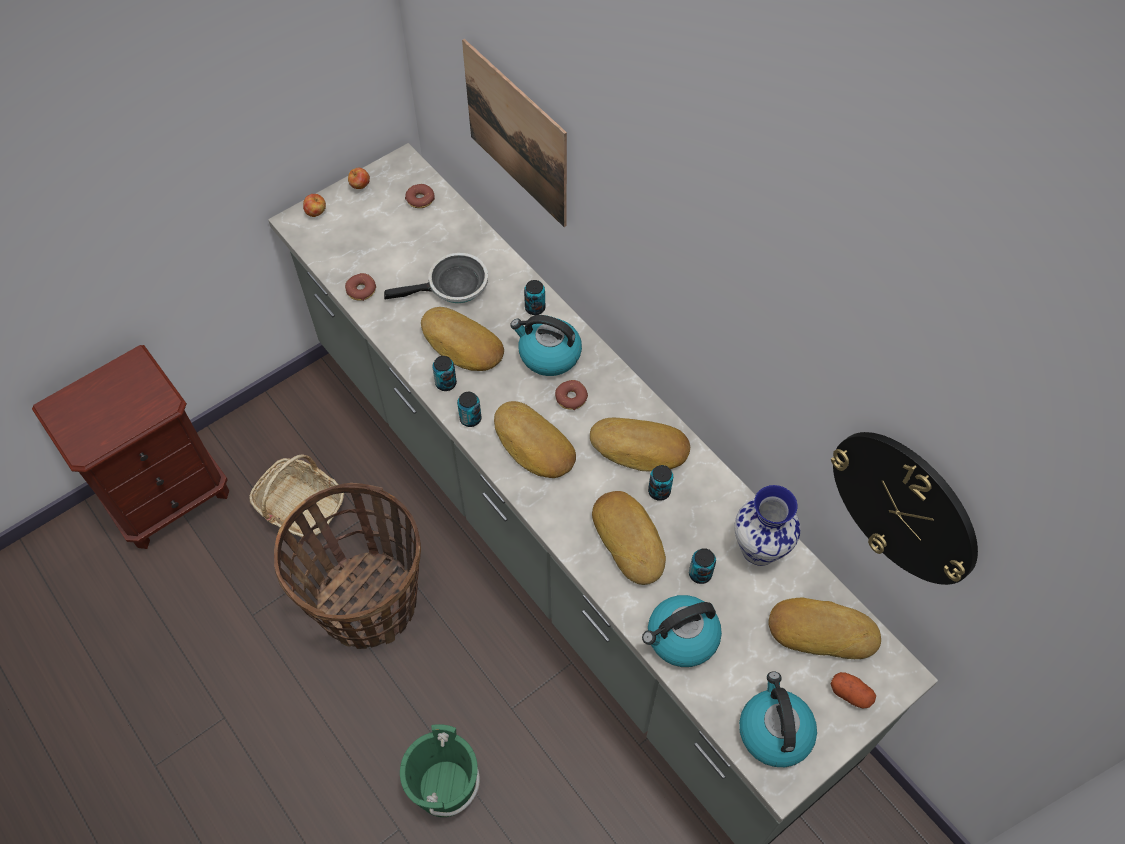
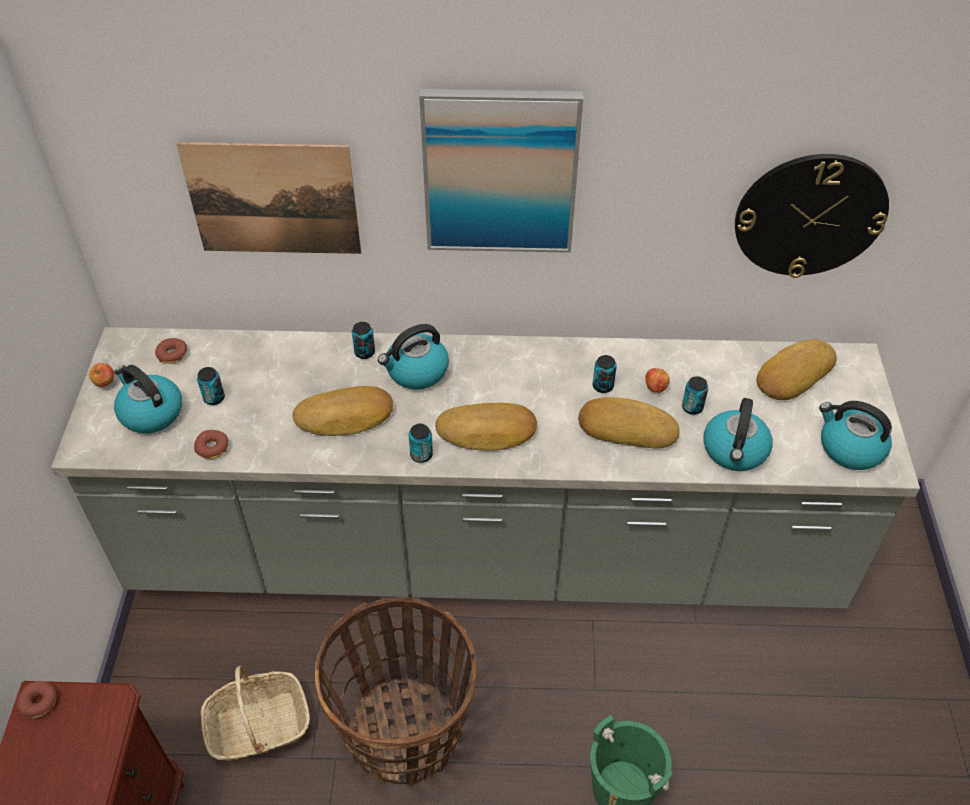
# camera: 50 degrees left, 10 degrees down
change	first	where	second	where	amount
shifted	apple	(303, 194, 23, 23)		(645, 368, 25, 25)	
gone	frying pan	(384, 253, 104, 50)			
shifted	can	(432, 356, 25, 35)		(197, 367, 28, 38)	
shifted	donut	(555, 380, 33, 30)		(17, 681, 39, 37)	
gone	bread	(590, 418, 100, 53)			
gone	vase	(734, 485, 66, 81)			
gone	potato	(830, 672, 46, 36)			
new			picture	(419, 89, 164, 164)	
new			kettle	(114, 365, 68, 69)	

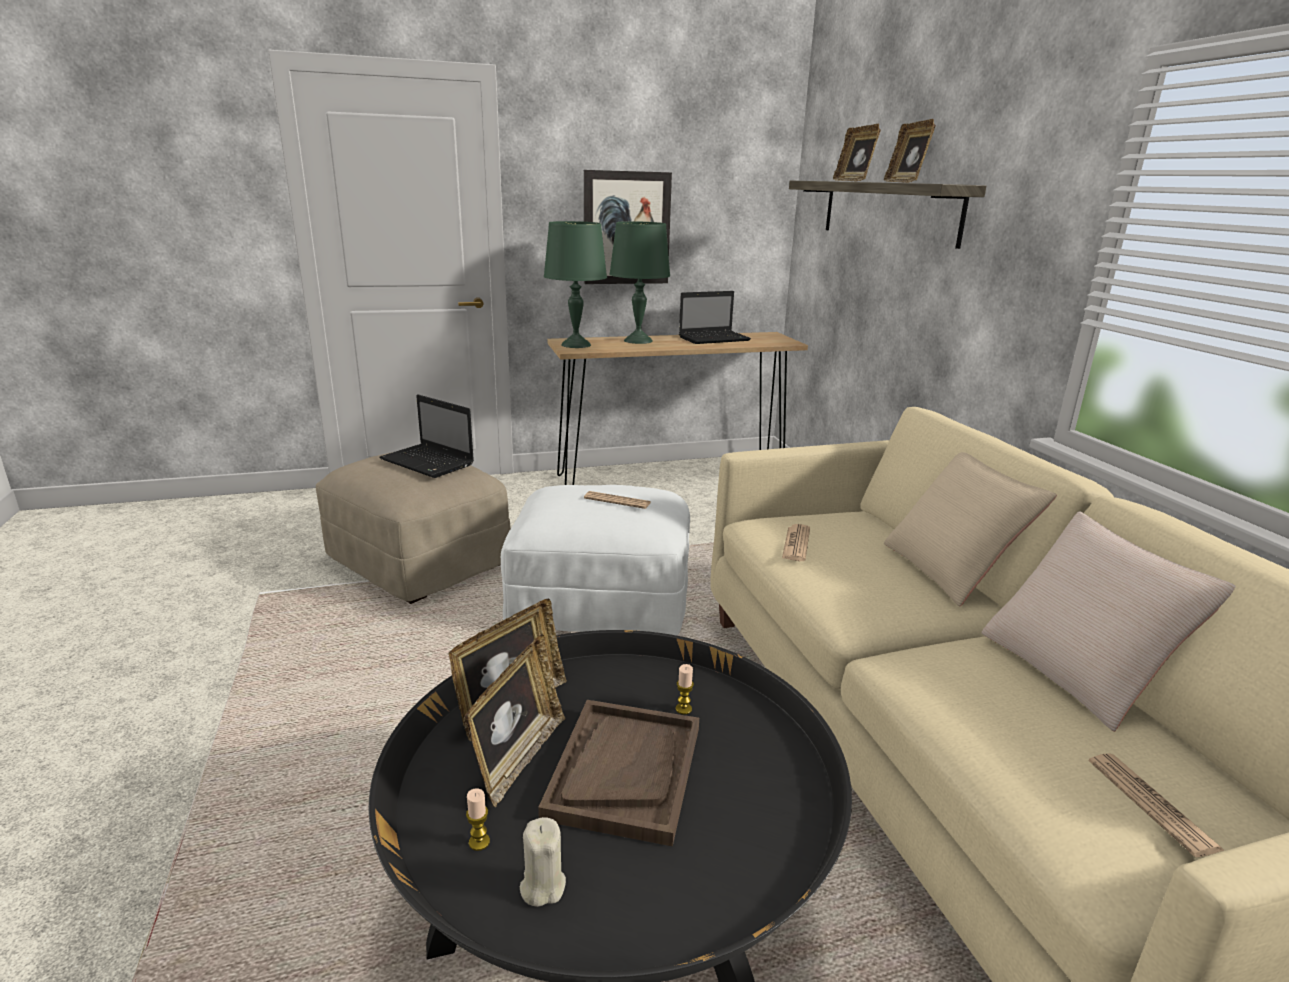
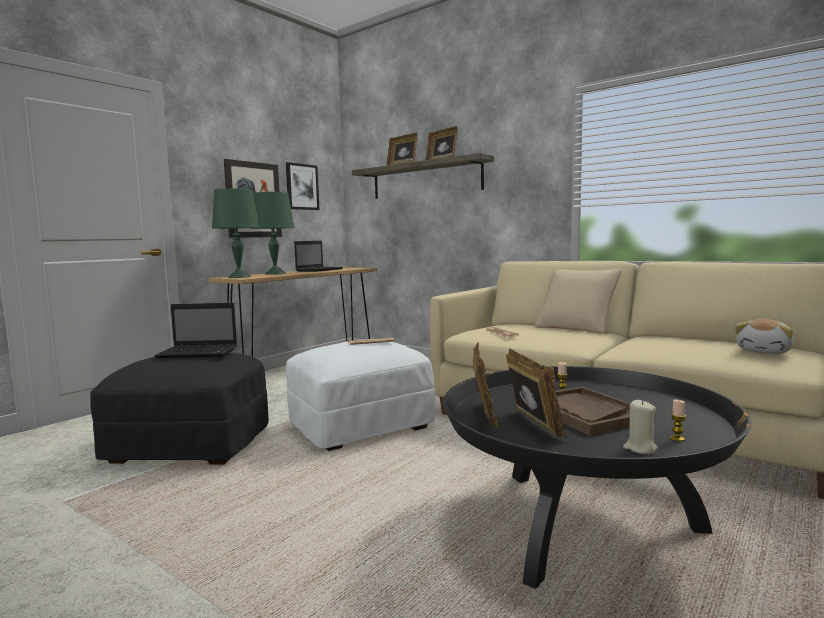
# camera: 35 degrees left, 15 degrees down
change	first	where	second	where	amount
repainted	beige ottoman	(316, 452, 195, 152)	black ottoman	(90, 353, 179, 112)	
gone	beige pillow	(982, 511, 253, 221)			
swapped	newspaper	(1089, 753, 136, 104)	plush toy	(735, 319, 59, 35)	
shifted	candle	(466, 788, 24, 63)		(670, 399, 16, 42)	
new			picture	(286, 162, 34, 48)	

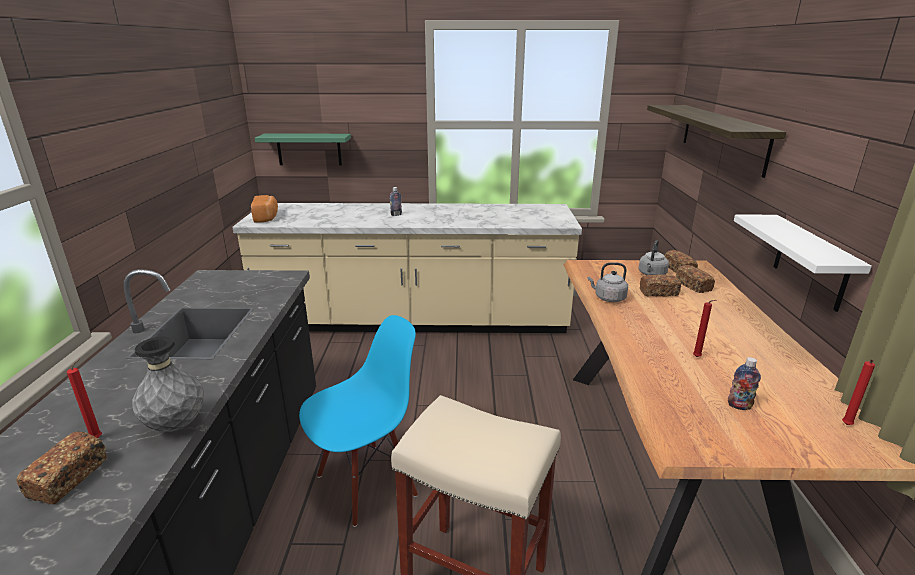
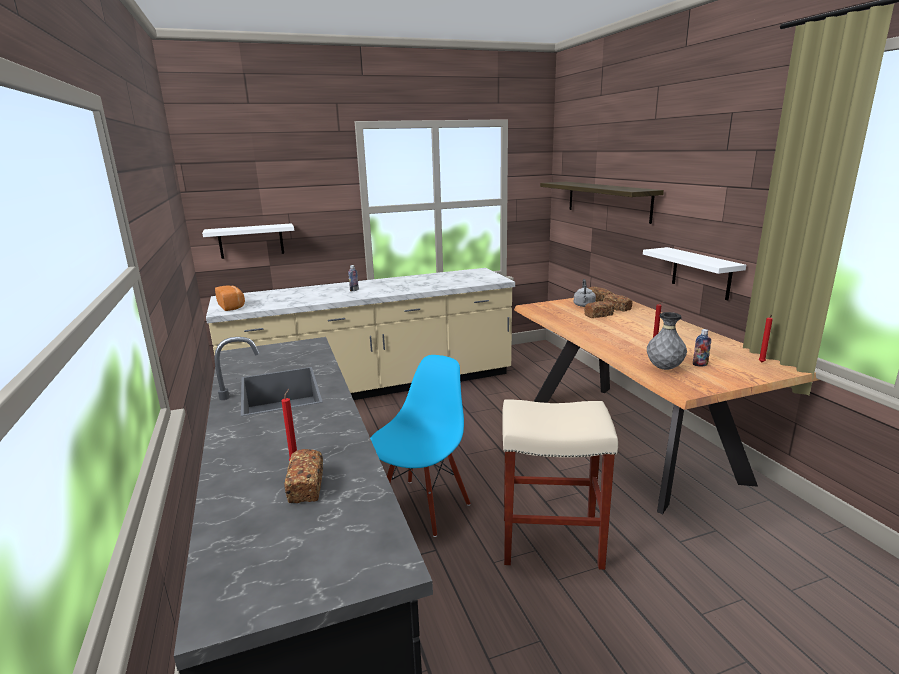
# camera: 20 degrees left, 5 degrees down
change	first	where	second	where	amount
repainted	green shelf	(255, 133, 96, 32)	white shelf	(202, 223, 92, 36)	
gone	grey kettle	(588, 262, 40, 40)			
shifted	grey vase	(132, 337, 72, 95)		(647, 312, 40, 58)	

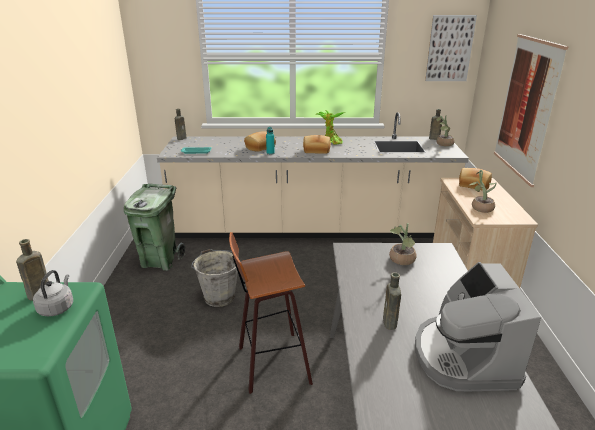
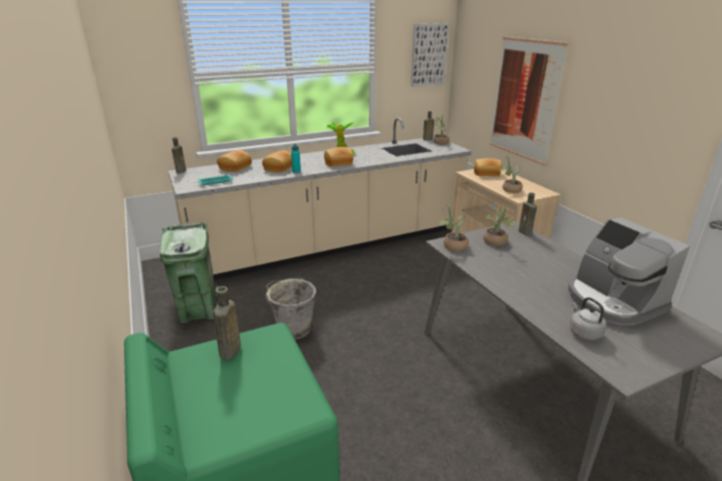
# camera: 25 degrees left, 0 degrees up
change	first	where	second	where	amount
gone	stool	(229, 232, 84, 162)			
shifted	grey kettle	(33, 270, 40, 46)		(570, 297, 36, 43)	
shifted	brown bottle	(383, 272, 18, 58)		(519, 193, 18, 43)	
new			bread	(217, 150, 34, 22)	
new			potted plant	(438, 204, 31, 47)	

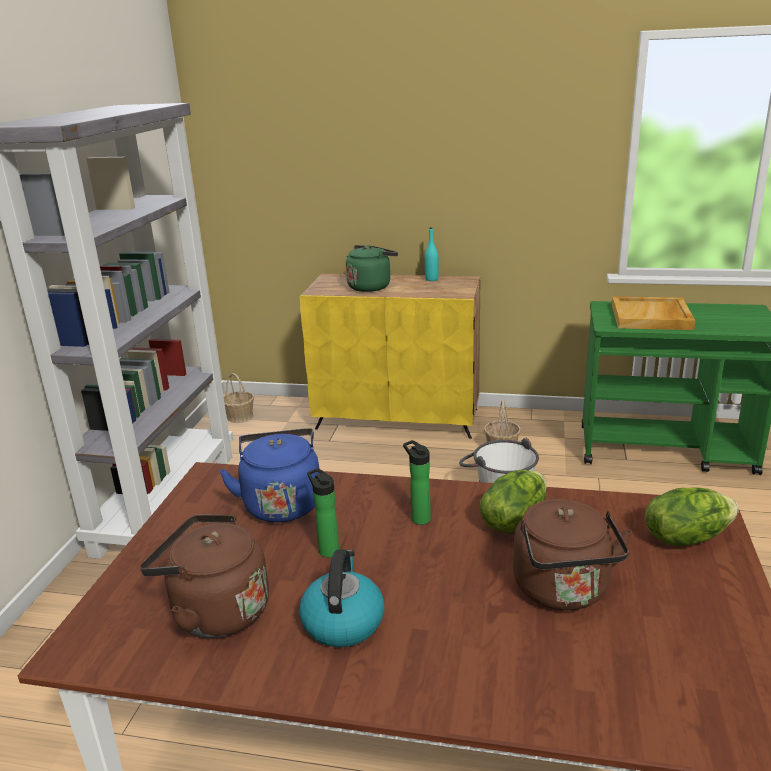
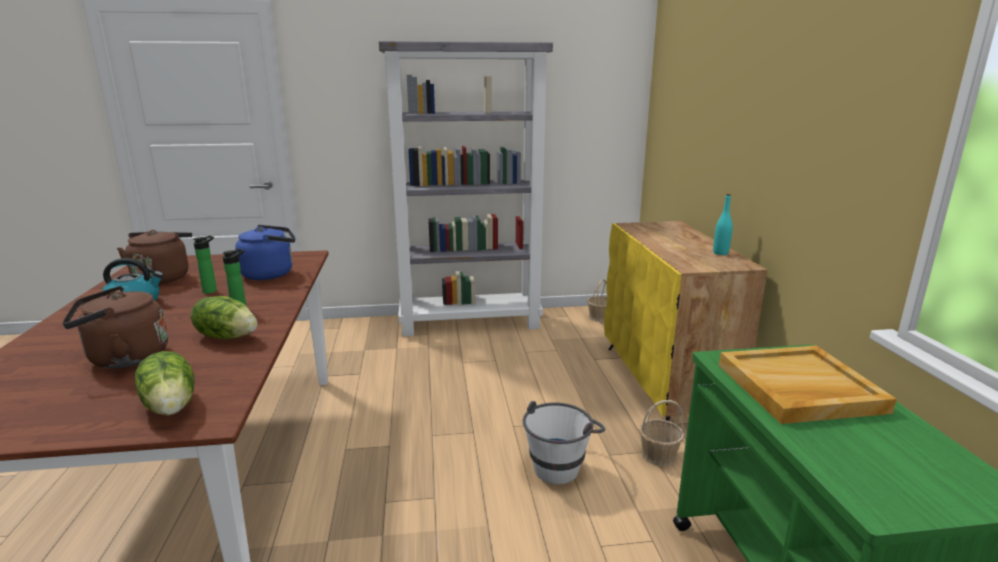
# camera: 70 degrees right, 5 degrees down
change	first	where	second	where	amount
gone	green kettle	(346, 245, 52, 47)			

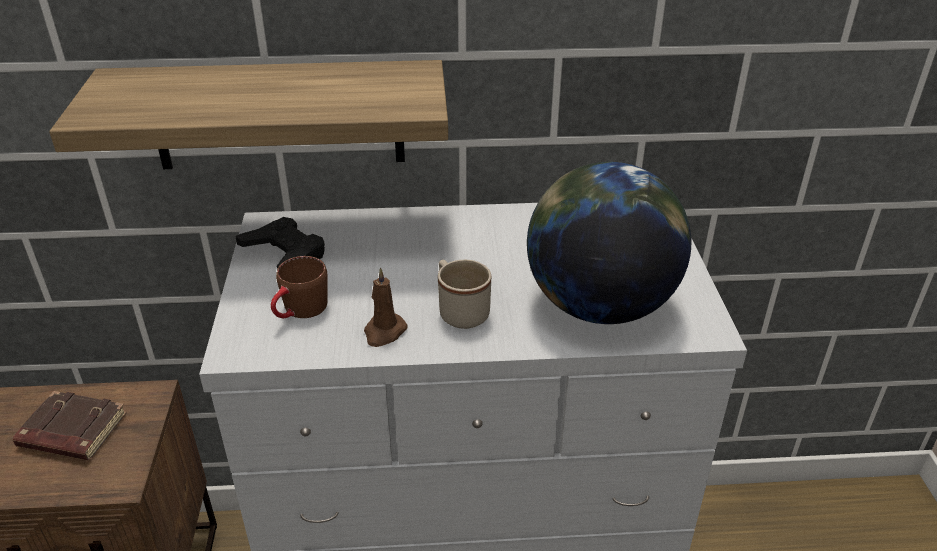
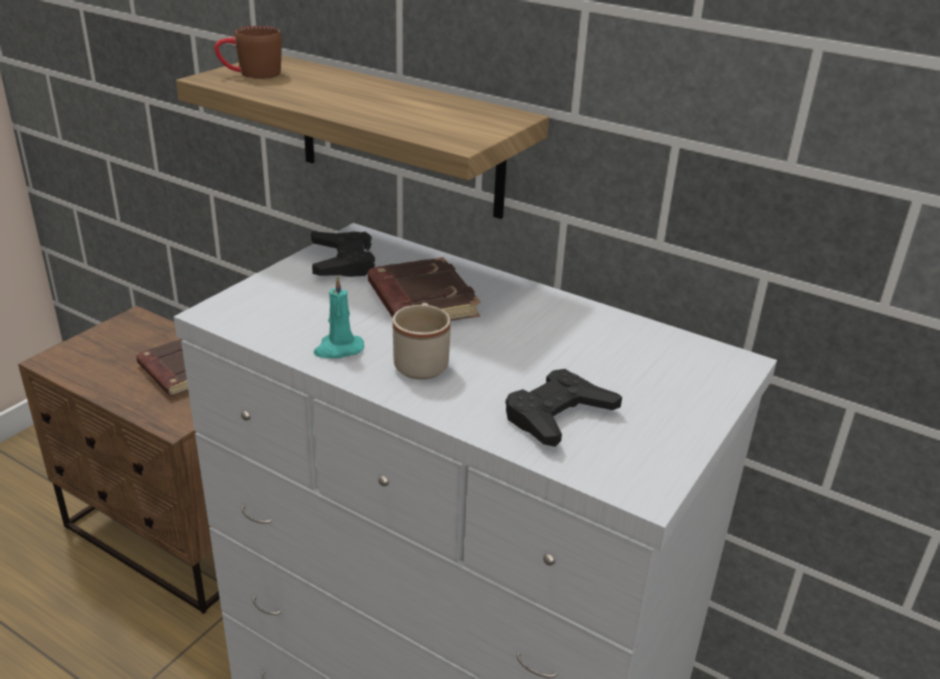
# camera: 35 degrees right, 5 degrees down
change	first	where	second	where	amount
swapped	globe	(527, 162, 164, 162)	black game controller	(505, 369, 117, 78)	
shifted	brown mug	(271, 256, 57, 62)		(214, 26, 68, 53)	
repainted	brown candle	(364, 267, 44, 80)	turquoise candle	(314, 276, 50, 82)	
new			brown book	(368, 257, 113, 64)	

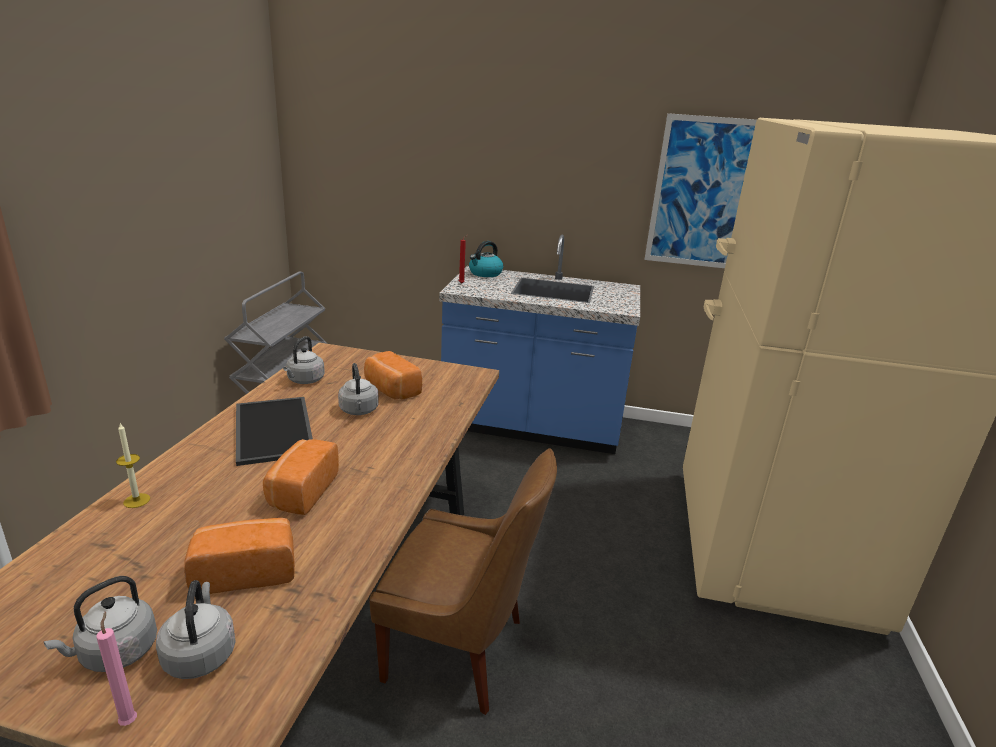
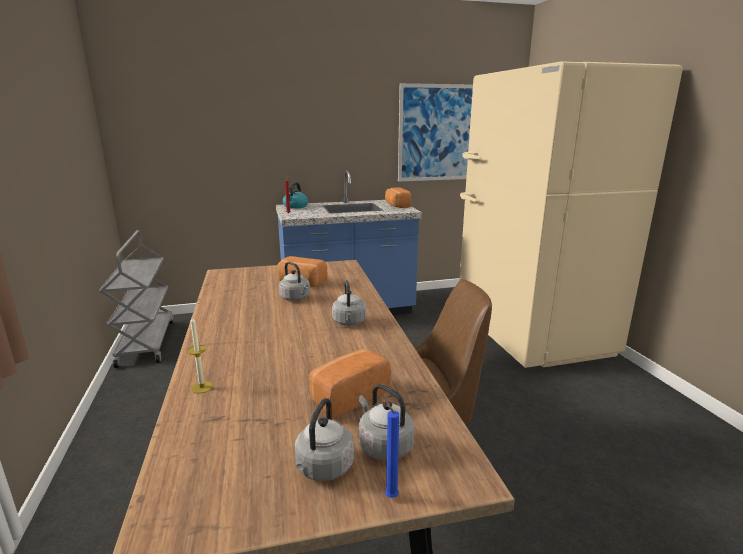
# camera: 25 degrees left, 5 degrees down
change	first	where	second	where	amount
shifted	grey kettle	(283, 336, 42, 48)		(332, 280, 34, 46)	
gone	tray	(236, 397, 77, 69)			
shifted	bread	(263, 439, 76, 76)		(385, 187, 26, 21)	
repainted	pink candle	(96, 611, 41, 115)	blue candle	(385, 399, 14, 99)	

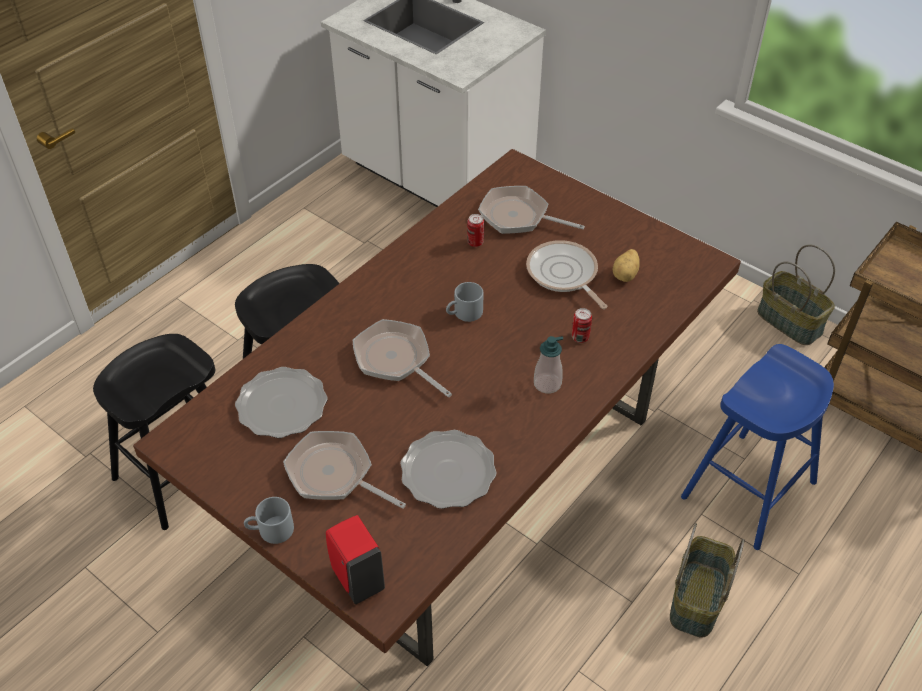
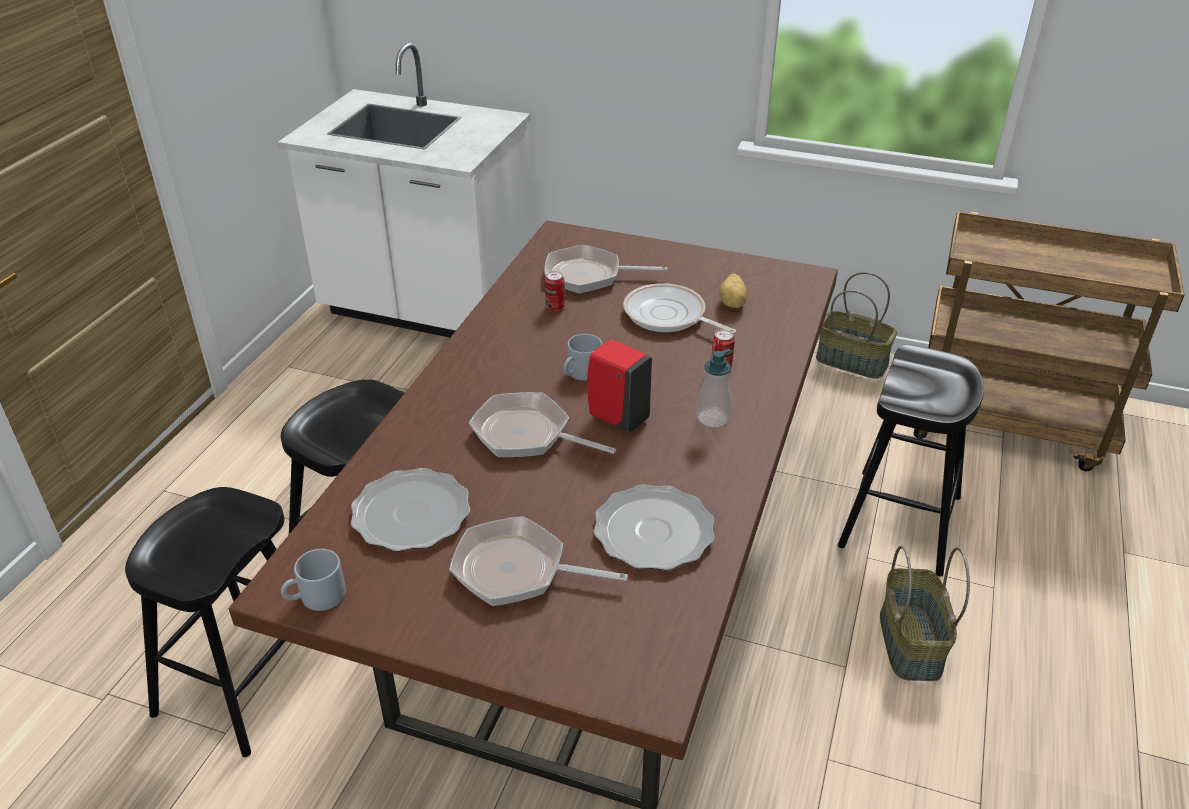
# camera: 20 degrees left, 10 degrees down
change	first	where	second	where	amount
repainted	blue stool	(681, 344, 153, 206)	black stool	(838, 344, 146, 233)	
shifted	grey mug	(244, 497, 50, 47)		(281, 549, 65, 62)	
shifted	red soap dispenser	(326, 515, 59, 89)		(587, 339, 65, 94)	

